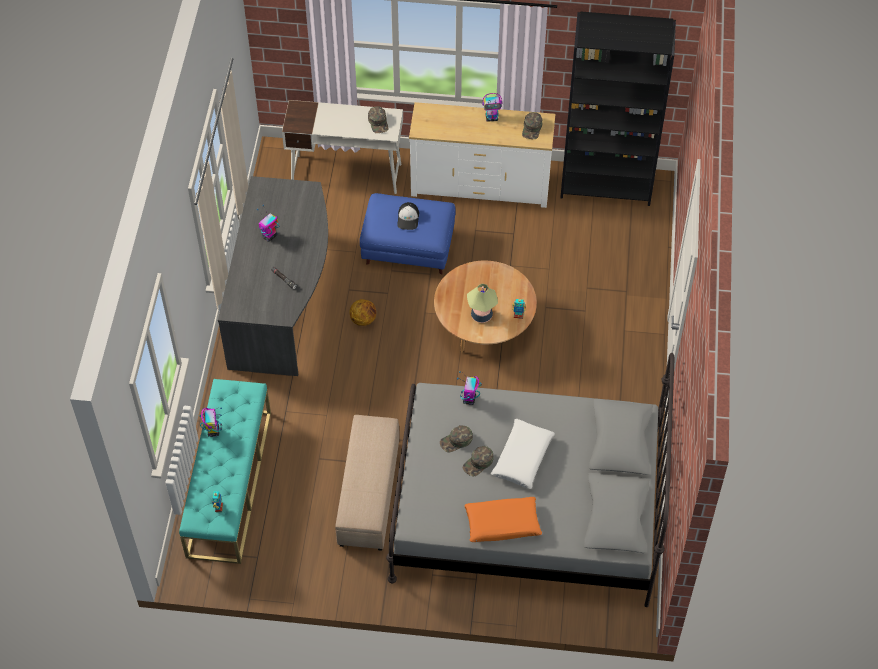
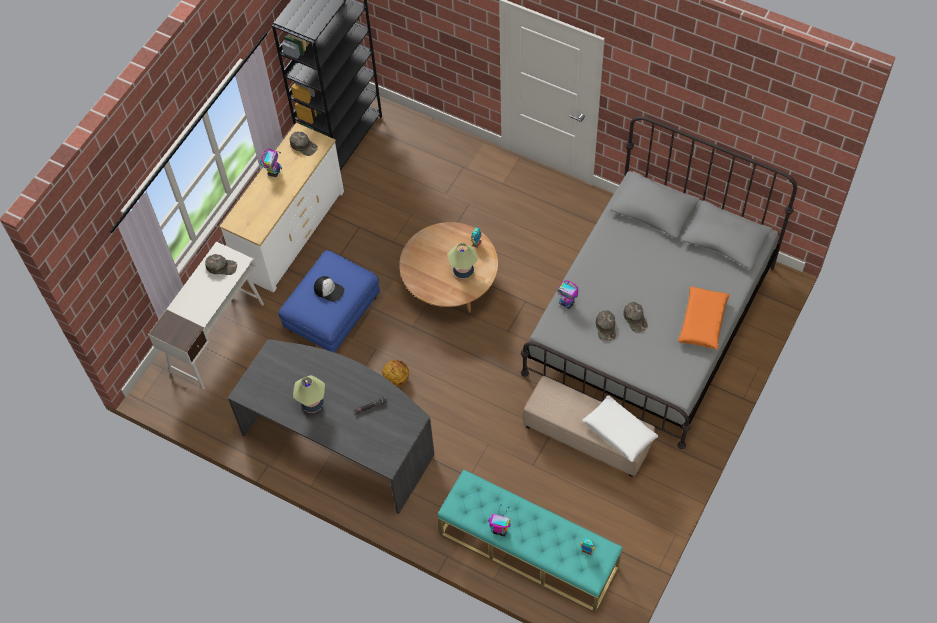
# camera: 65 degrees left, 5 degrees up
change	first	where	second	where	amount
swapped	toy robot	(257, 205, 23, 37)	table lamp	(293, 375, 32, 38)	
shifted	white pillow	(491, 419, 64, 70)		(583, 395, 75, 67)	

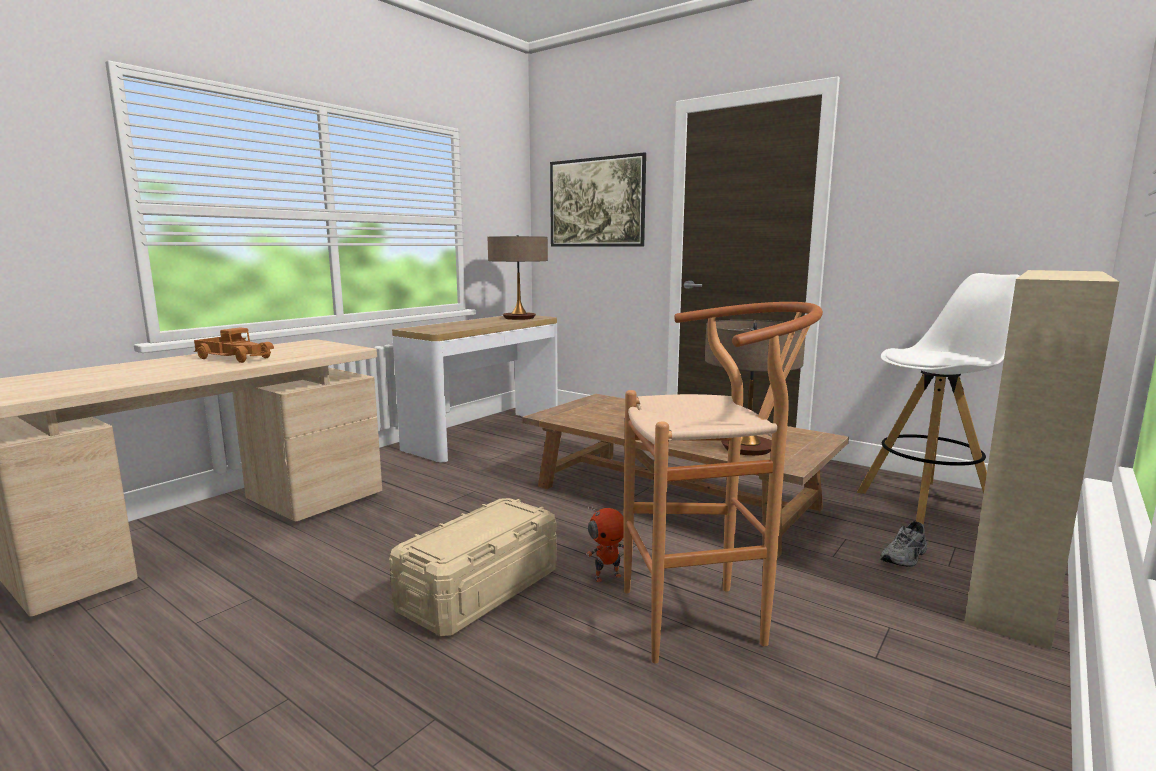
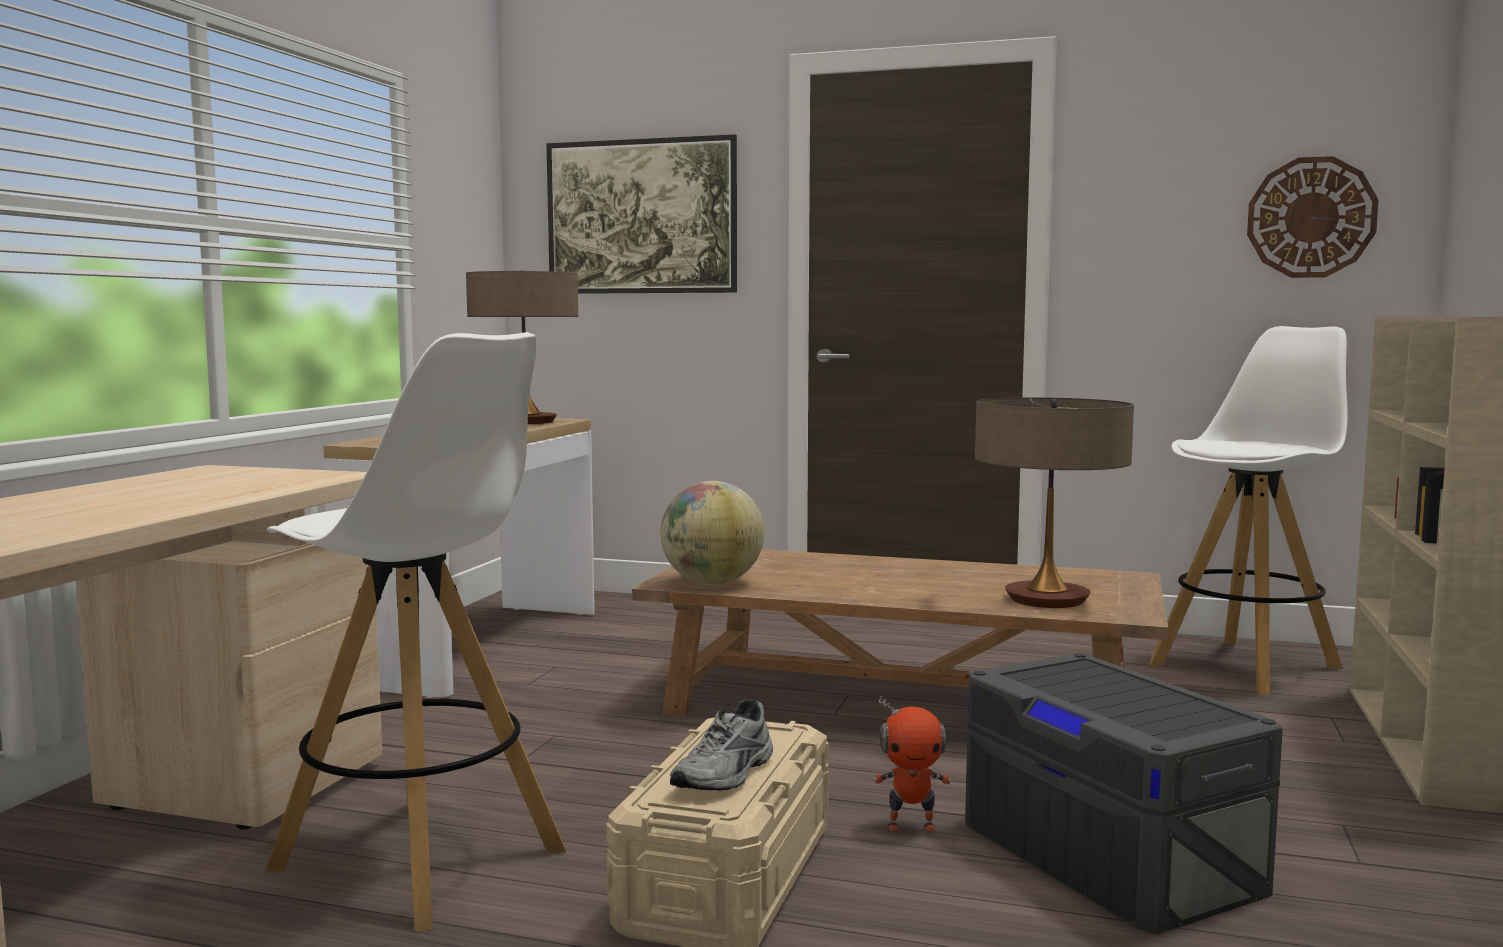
# camera: 20 degrees left, 5 degrees down
change	first	where	second	where	amount
swapped	brown stool	(623, 302, 200, 361)	grey storage box	(965, 653, 318, 281)	
gone	toy truck	(194, 328, 80, 35)			
rotated	toy robot	(586, 505, 38, 77)		(873, 696, 78, 135)	45 degrees clockwise
shifted	grey shoe	(880, 521, 47, 46)		(670, 699, 103, 92)	
new			wall clock	(1247, 156, 132, 122)	
new			white stool	(265, 332, 301, 599)	
new			globe	(660, 481, 104, 104)	

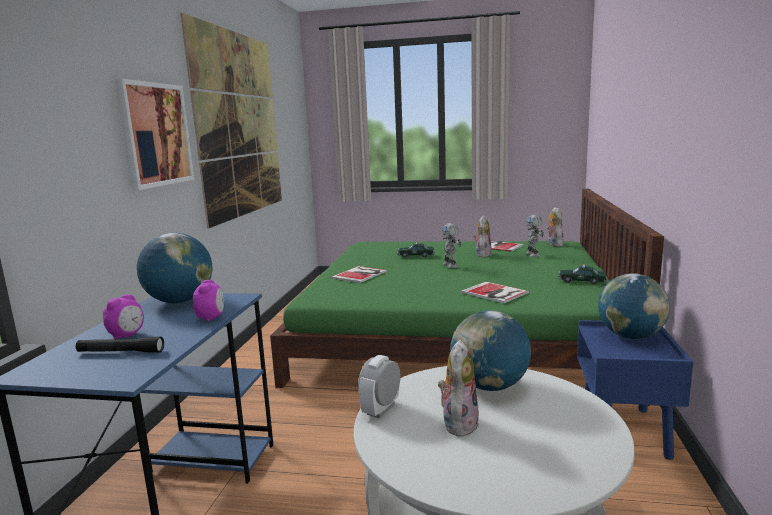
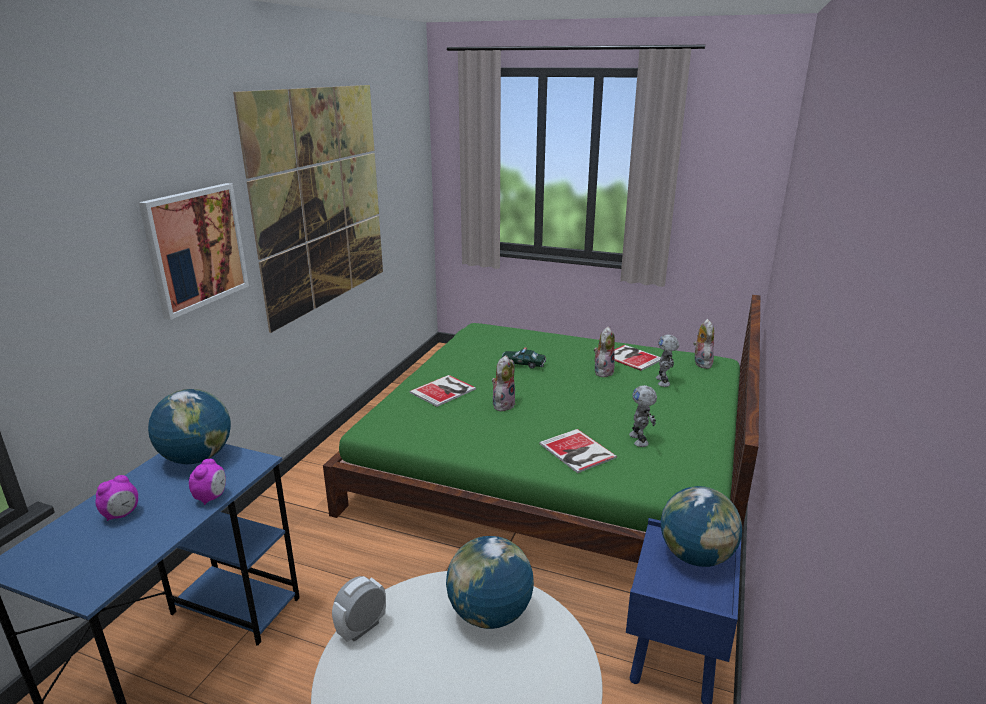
# camera: 10 degrees right, 10 degrees up
change	first	where	second	where	amount
shifted	toy robot	(442, 223, 19, 45)		(629, 385, 28, 62)	
gone	toy car	(558, 264, 49, 20)			
gone	black flashlight	(76, 336, 88, 16)			
shifted	plush toy	(438, 340, 41, 98)		(492, 355, 24, 56)	

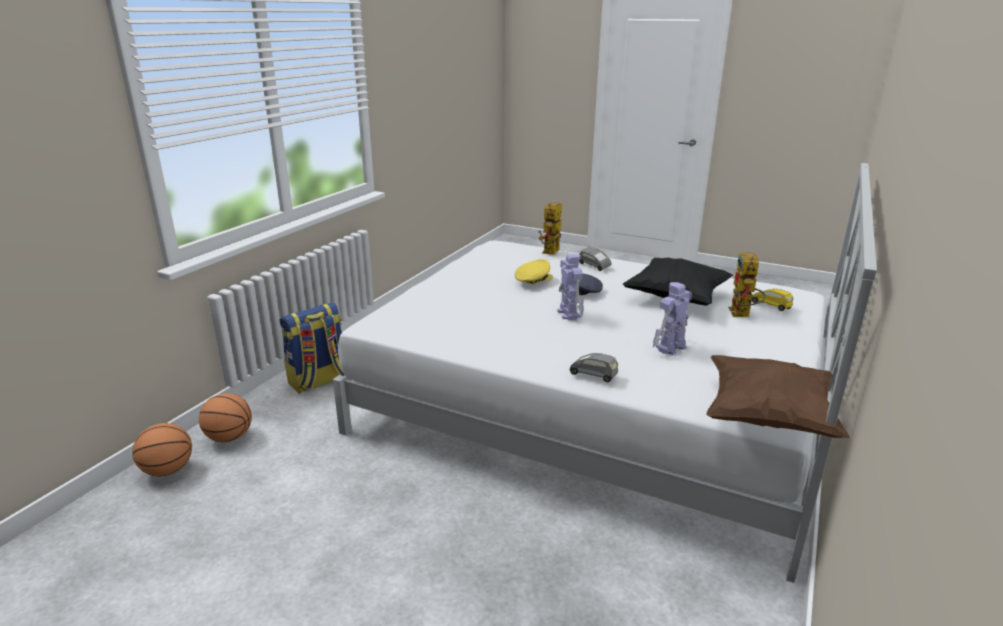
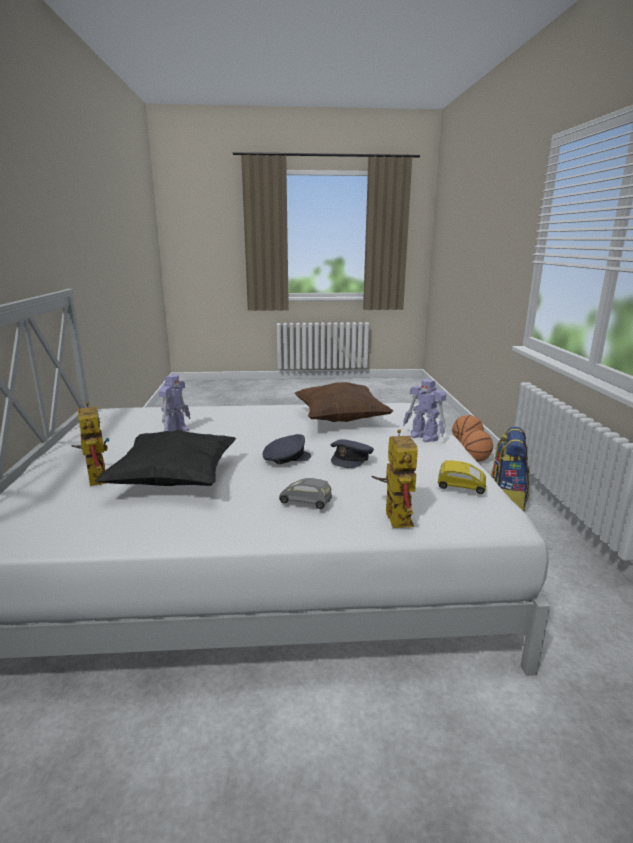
# camera: 150 degrees right, 5 degrees down
change	first	where	second	where	amount
shifted	toy robot	(557, 254, 27, 66)		(403, 379, 43, 63)	
repainted	yellow cap	(515, 259, 38, 25)	grey cap	(331, 439, 43, 29)	
shifted	yellow toy car	(752, 289, 42, 22)		(438, 460, 48, 34)	
gone	grey toy car	(570, 353, 48, 29)			
shifted	brown pillow	(707, 355, 143, 83)		(294, 382, 100, 40)	

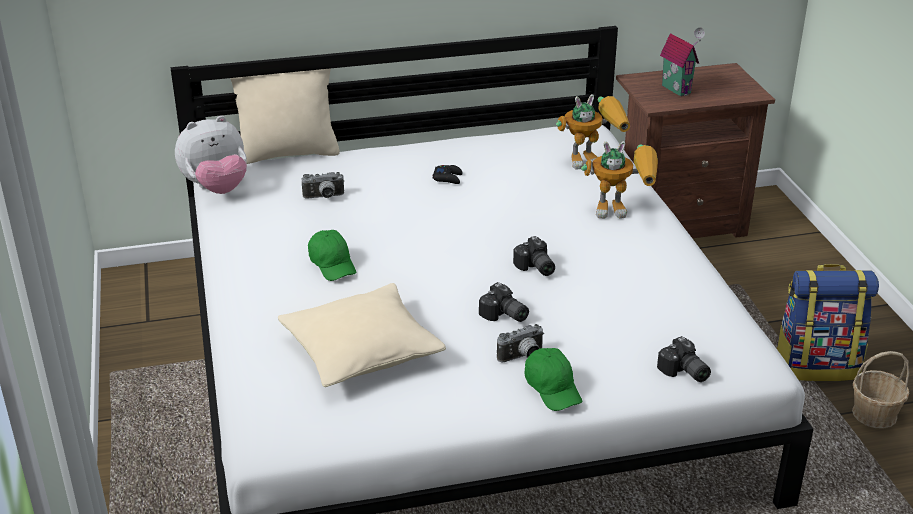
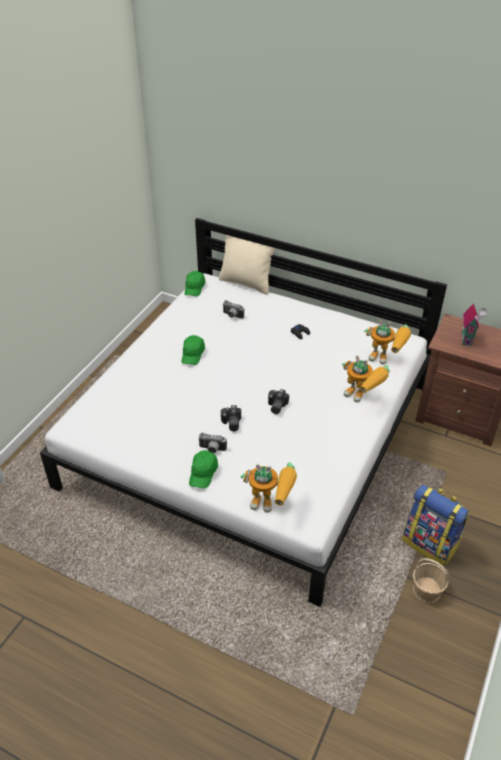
# camera: 40 degrees right, 10 degrees up
change	first	where	second	where	amount
swapped	plush toy	(175, 116, 72, 78)	green cap	(184, 271, 21, 25)	
gone	beige pillow	(278, 283, 168, 104)			
swapped	photo camera	(657, 336, 54, 46)	toy robot	(240, 462, 57, 51)	

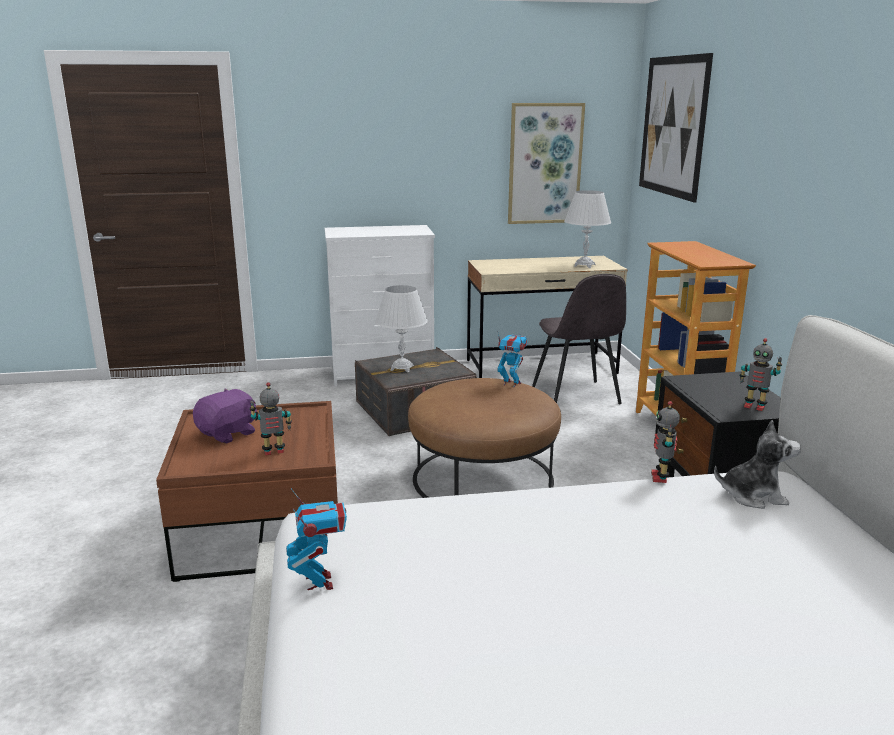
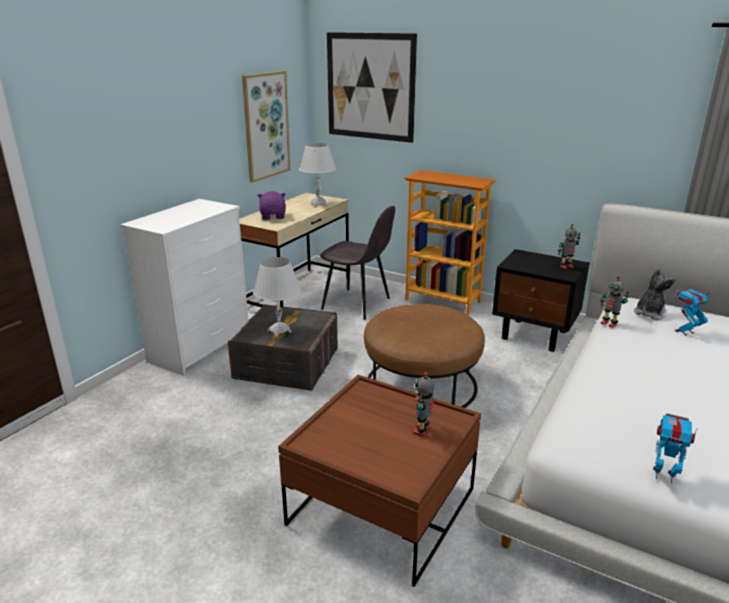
# camera: 50 degrees left, 5 degrees up
change	first	where	second	where	amount
shifted	toy robot	(497, 331, 31, 56)		(675, 288, 39, 48)	
shifted	purple plush toy	(193, 389, 64, 55)		(257, 191, 29, 29)	

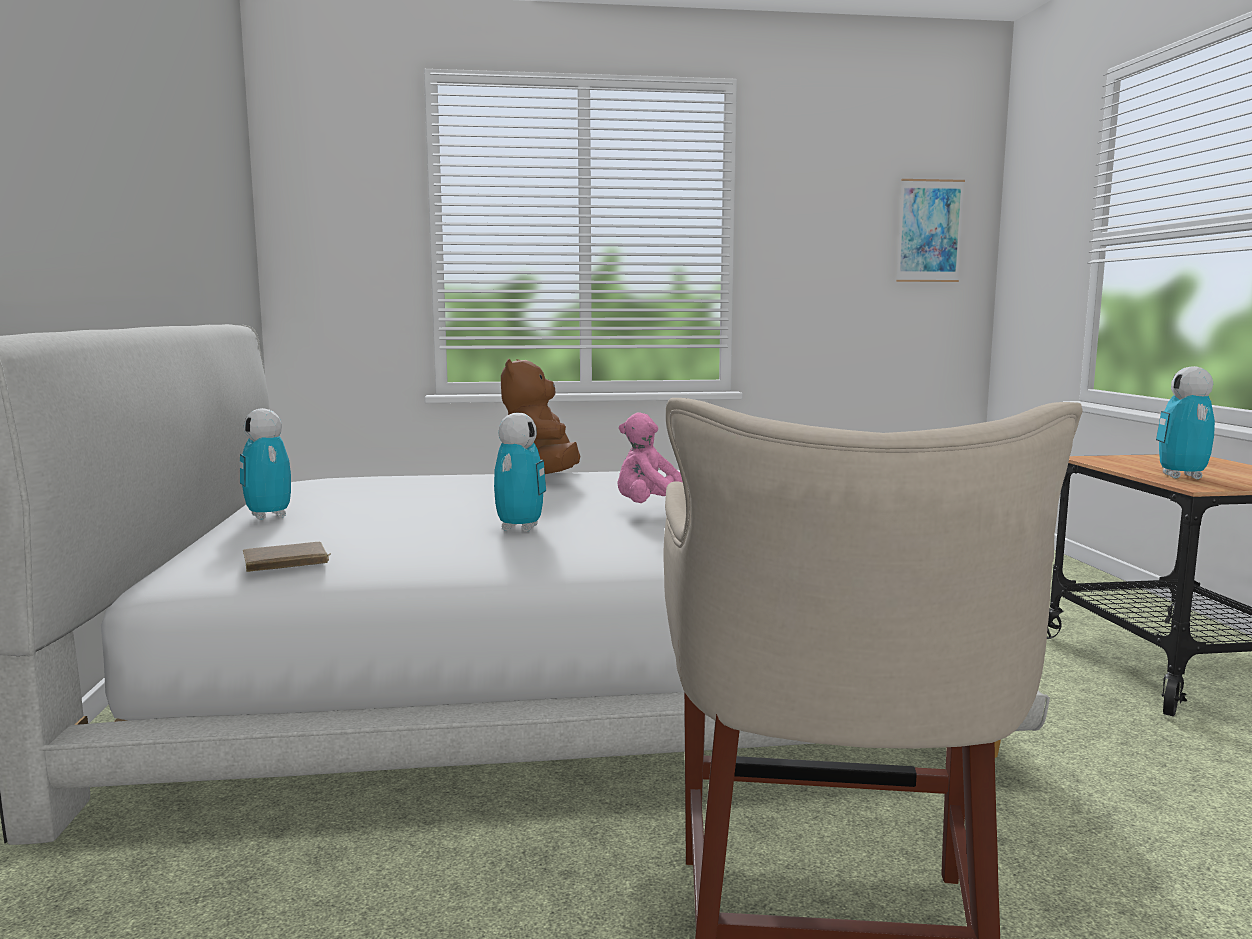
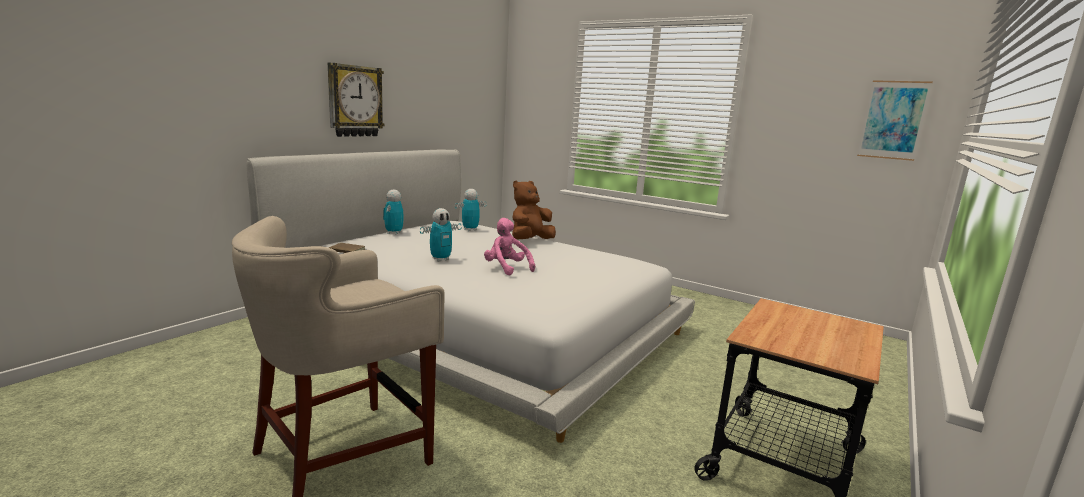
# camera: 40 degrees right, 5 degrees up
change	first	where	second	where	amount
shifted	toy robot	(1156, 366, 59, 113)		(455, 189, 32, 42)	
new			wall clock	(328, 63, 57, 74)	

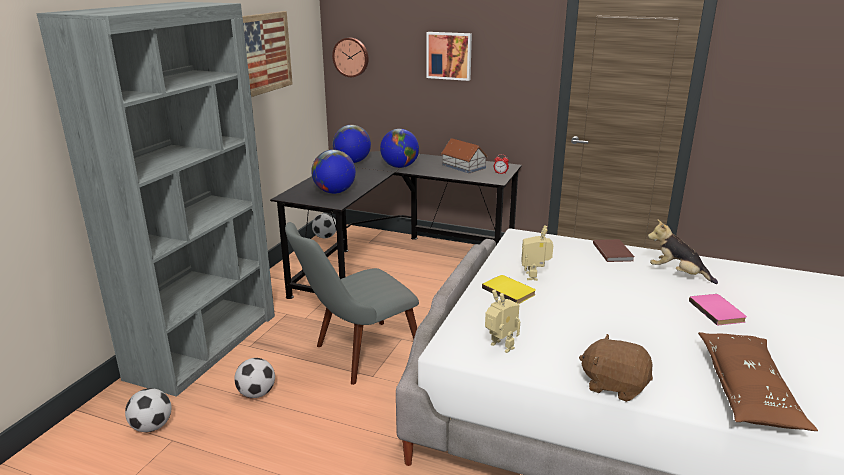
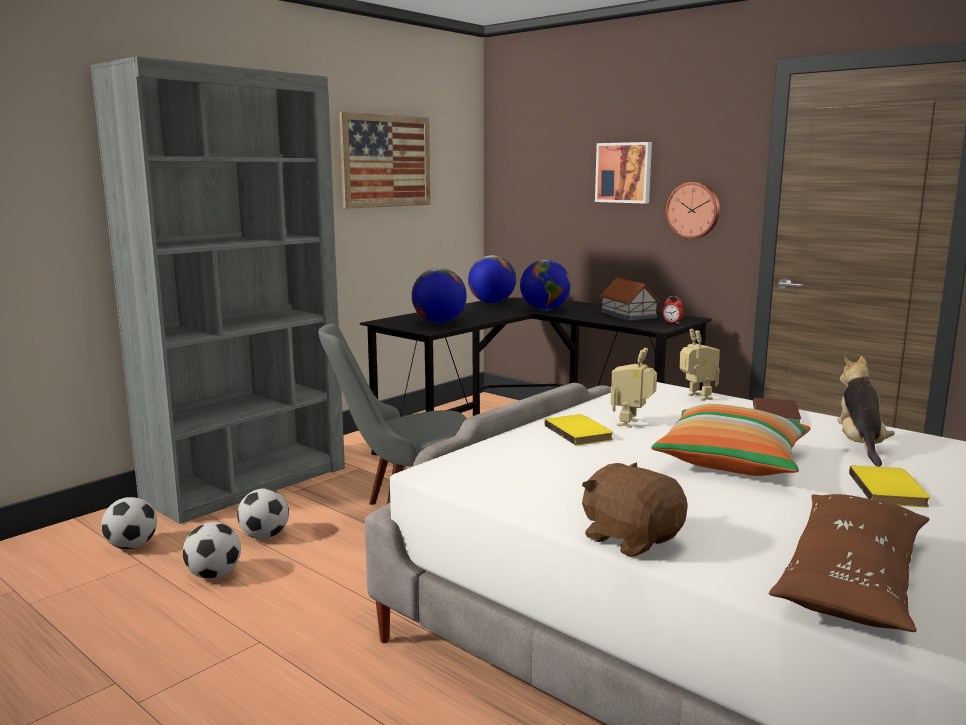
# camera: 20 degrees right, 10 degrees down
change	first	where	second	where	amount
shifted	wall clock	(332, 38, 37, 39)		(665, 182, 55, 57)	
shifted	football	(312, 213, 24, 25)		(183, 522, 58, 57)	
rotated	plush toy	(648, 219, 70, 65)		(837, 356, 58, 111)	45 degrees clockwise
shifted	toy robot	(485, 290, 35, 63)		(679, 329, 41, 72)	
repainted	pink book	(689, 294, 58, 31)	yellow book	(849, 465, 81, 42)	
new			pillow	(651, 404, 160, 72)	

